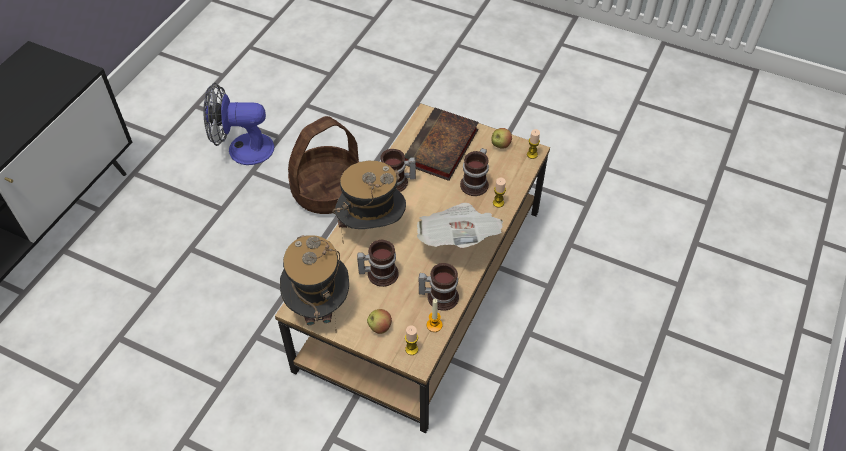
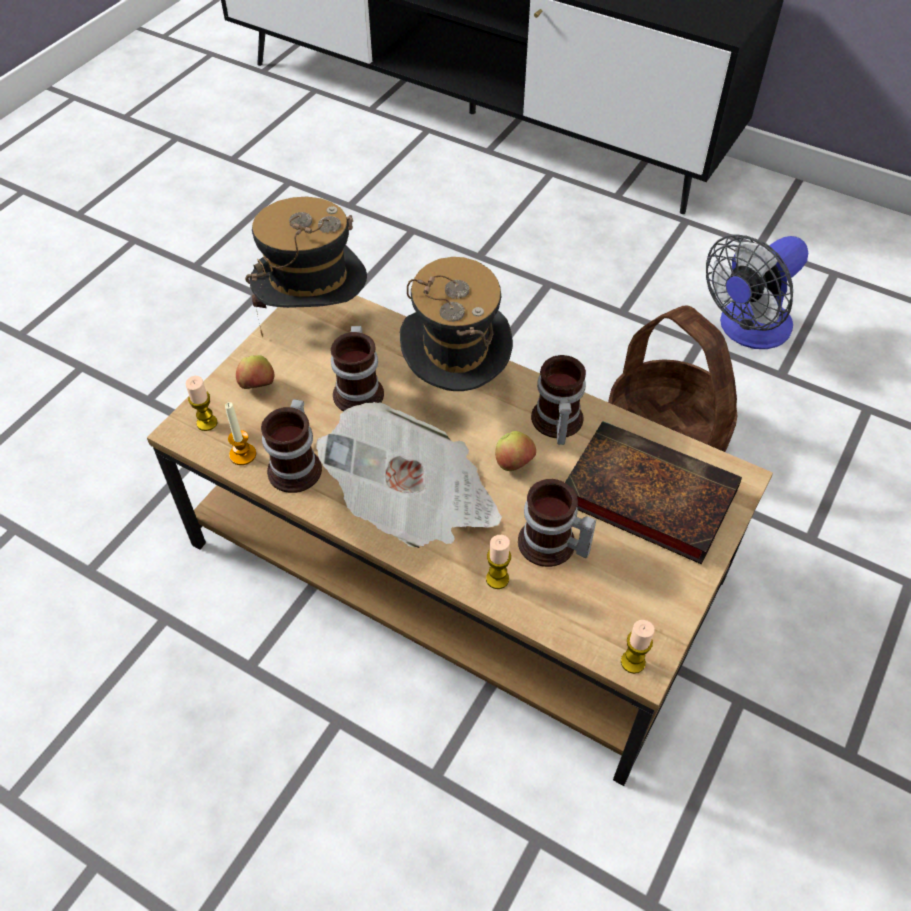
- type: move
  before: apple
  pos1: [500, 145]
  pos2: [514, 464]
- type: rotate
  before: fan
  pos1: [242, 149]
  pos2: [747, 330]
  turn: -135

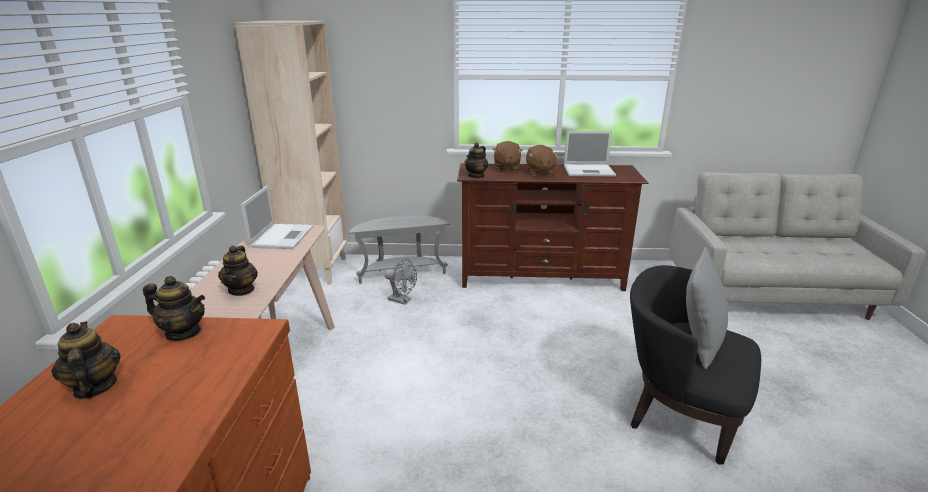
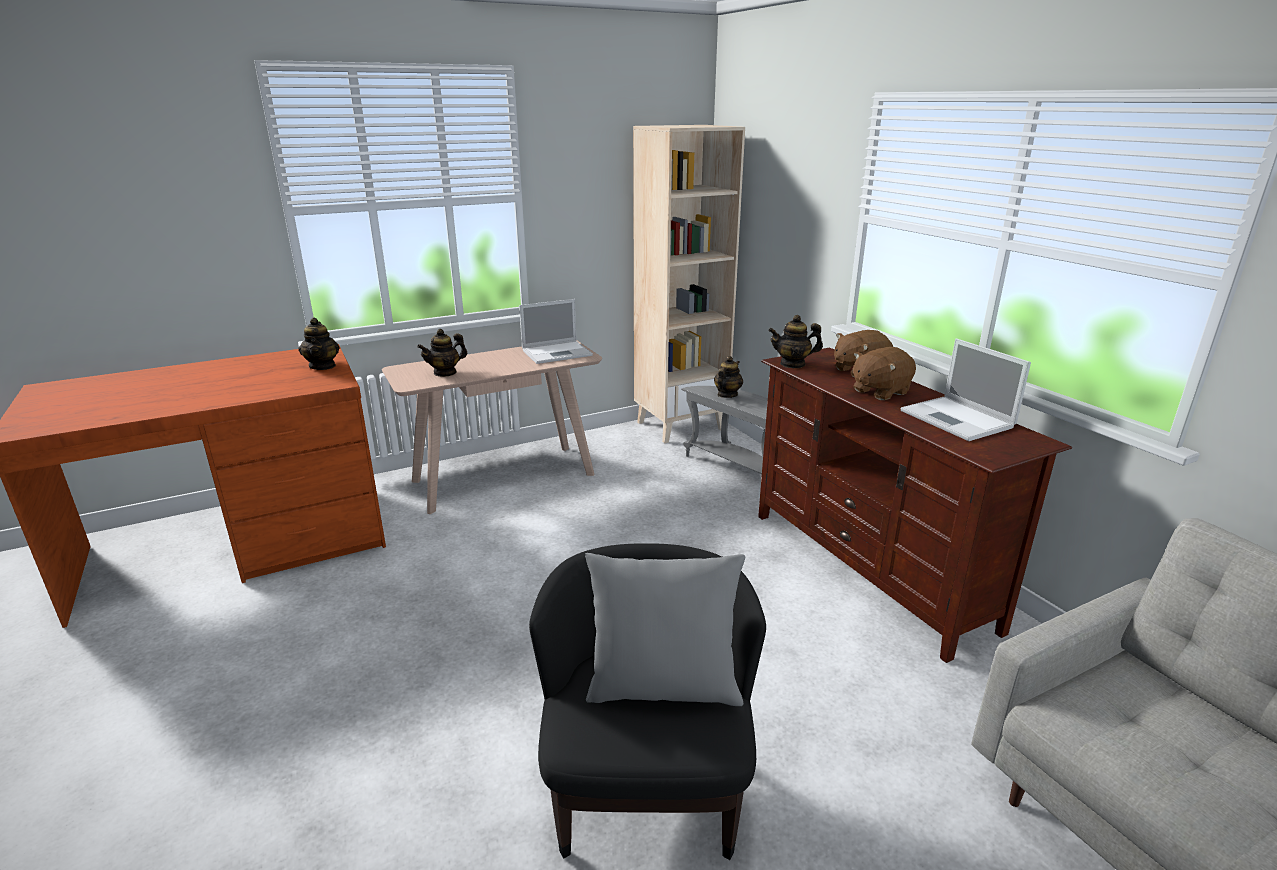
- type: move
  before: teapot
  pos1: [94, 387]
  pos2: [727, 395]
- type: delete
  before: grey fan
  pos1: [402, 300]

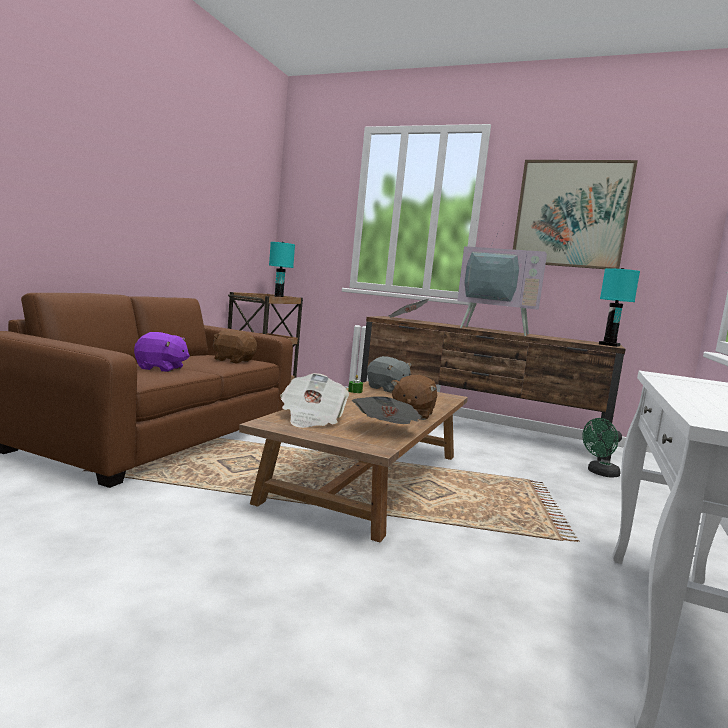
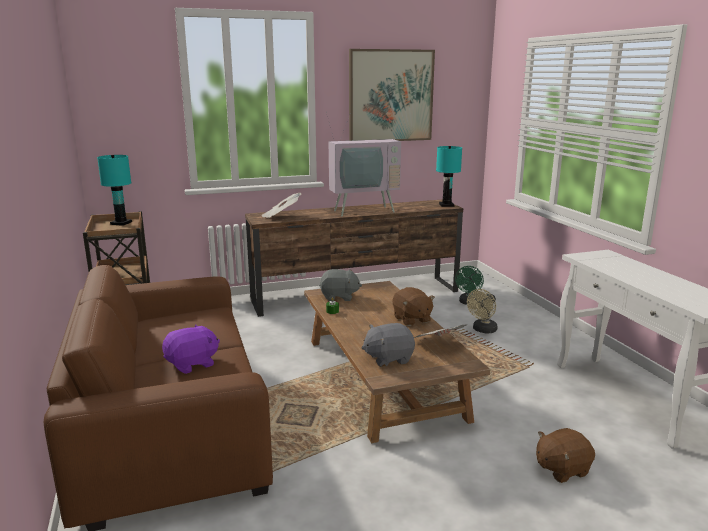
- type: replace
  before: newspaper
  after: grey plush toy
  pos1: [311, 419]
  pos2: [388, 358]
- type: insert
  after: beige fan
  pos2: [483, 330]
- type: move
  before: brown plush toy
  pos1: [233, 360]
  pos2: [561, 469]

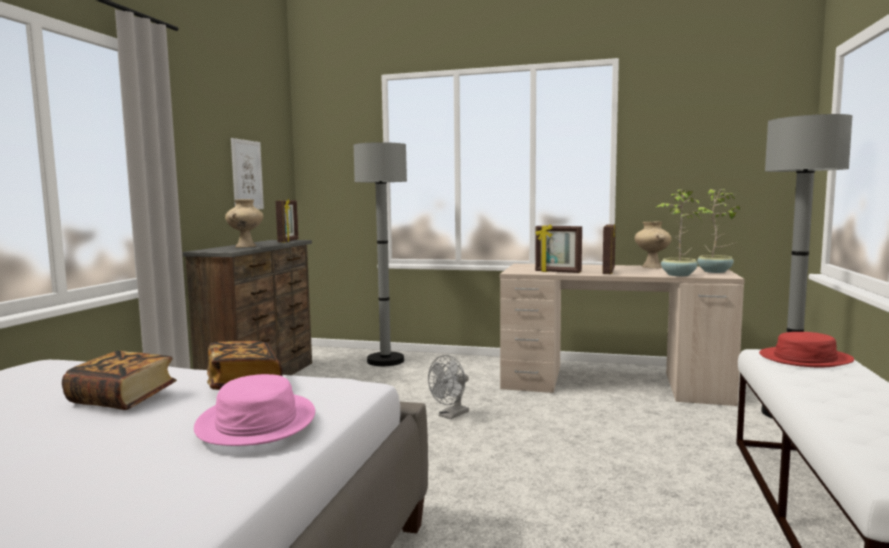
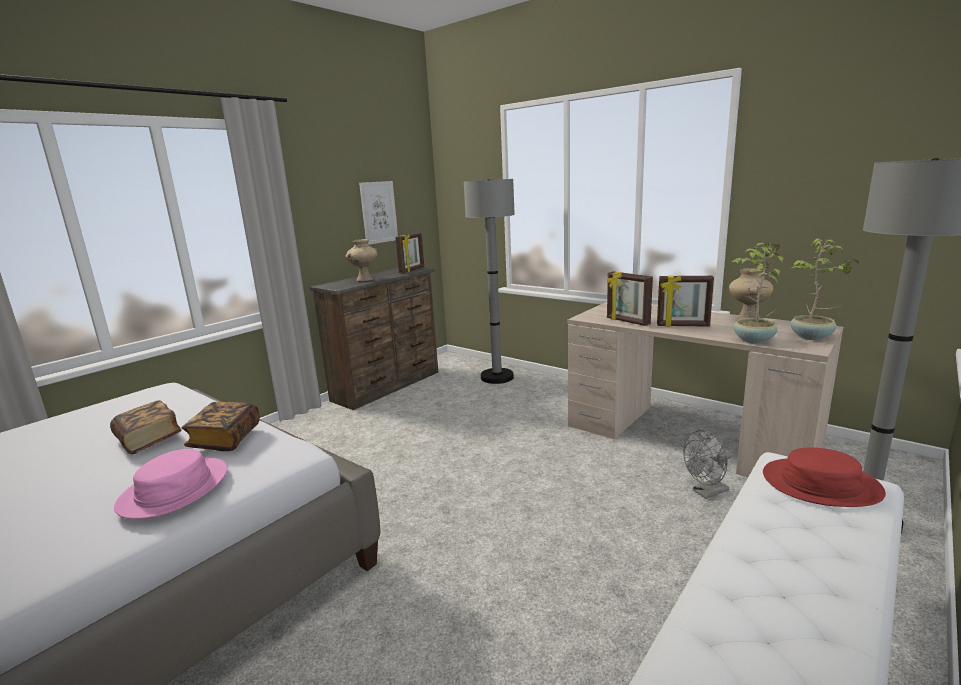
- type: rotate
  before: picture frame
  pos1: [609, 272]
  pos2: [683, 326]
  turn: 60
- type: move
  before: grey fan
  pos1: [451, 415]
  pos2: [706, 493]

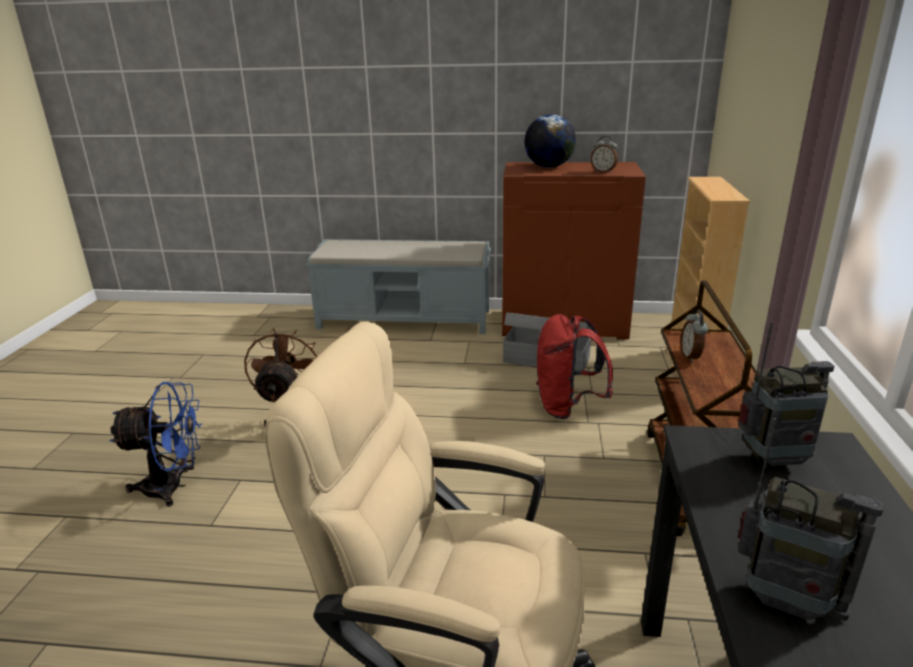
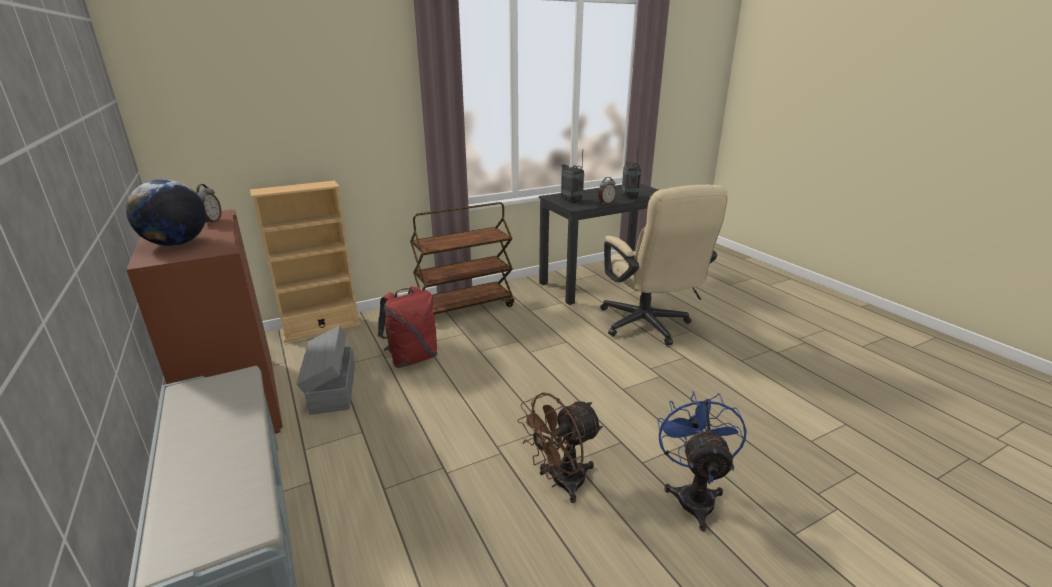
- type: move
  before: alarm clock
  pos1: [691, 357]
  pos2: [606, 203]
- type: rotate
  before: blue fan
  pos1: [173, 487]
  pos2: [693, 495]
  turn: 45

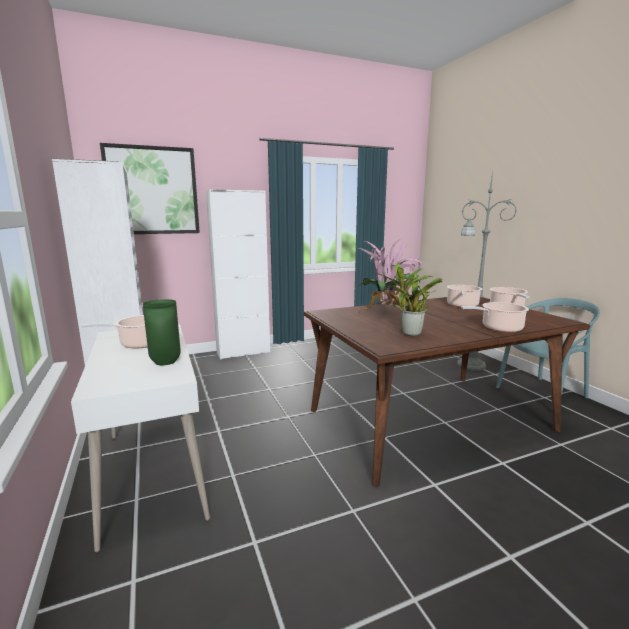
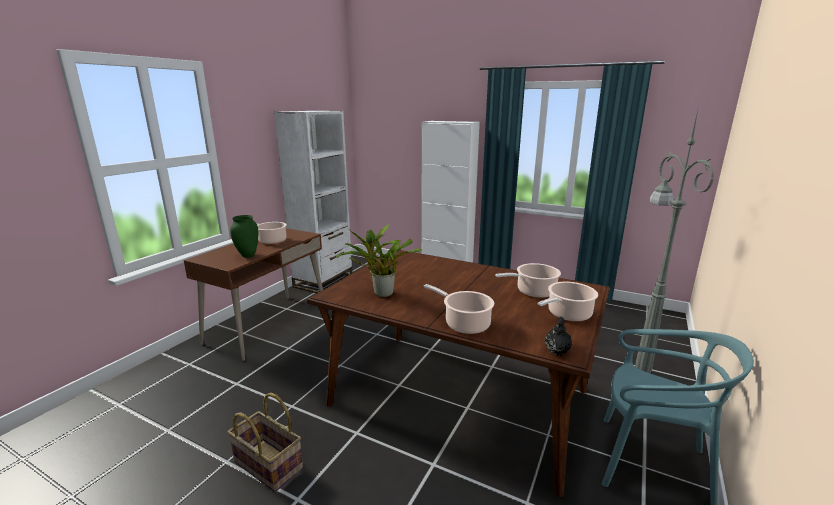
- type: recolor
  before: white desk
  after: brown desk
  pos1: [153, 473]
  pos2: [268, 325]
- type: insert
  after: basket
  pos2: [267, 465]
- type: insert
  after: black teapot
  pos2: [557, 351]
- type: delete
  before: picture
  pos1: [152, 191]
- type: delete
  before: potted plant
  pos1: [387, 312]

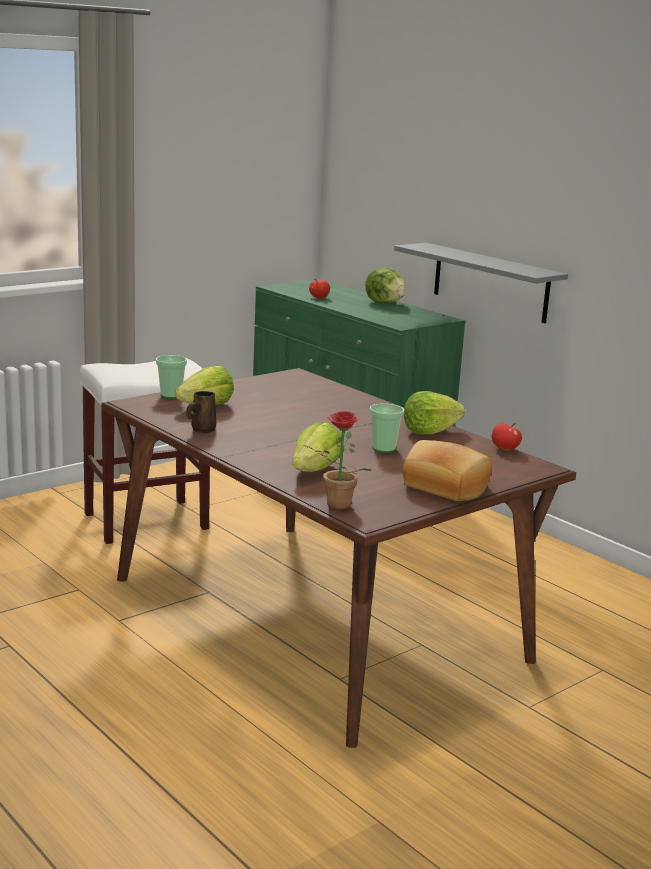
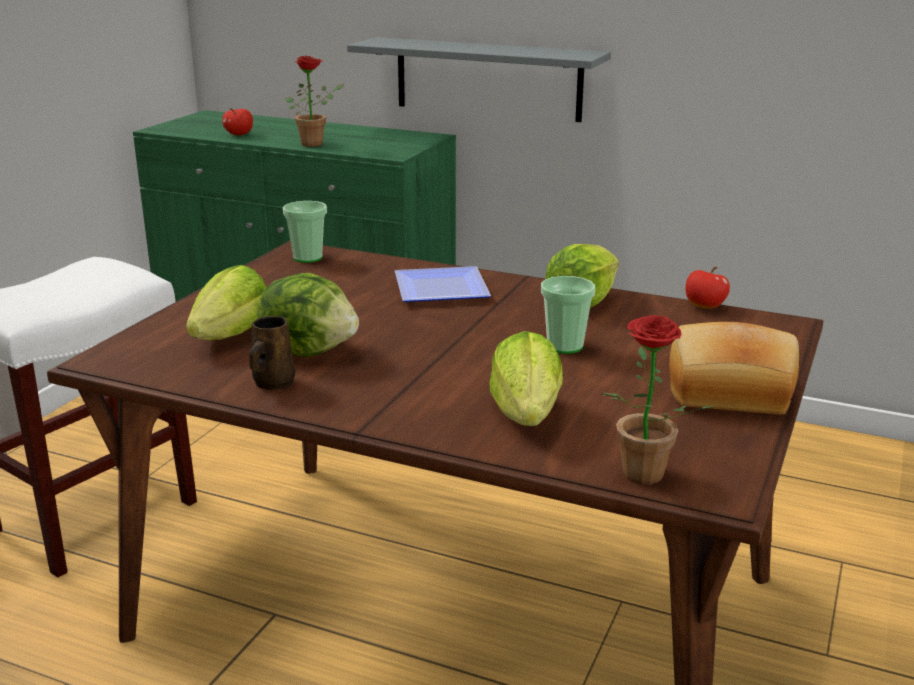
- type: move
  before: lettuce
  pos1: [385, 303]
  pos2: [310, 350]
- type: move
  before: cup
  pos1: [171, 395]
  pos2: [307, 258]
- type: insert
  after: potted plant
  pos2: [316, 143]
- type: insert
  after: plate
  pos2: [444, 288]

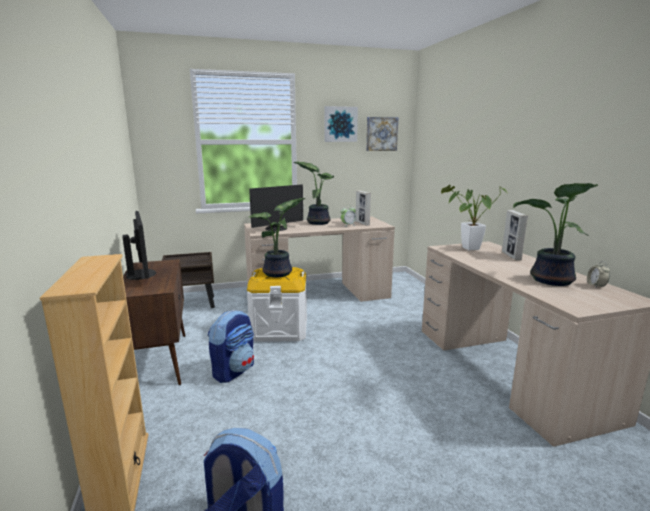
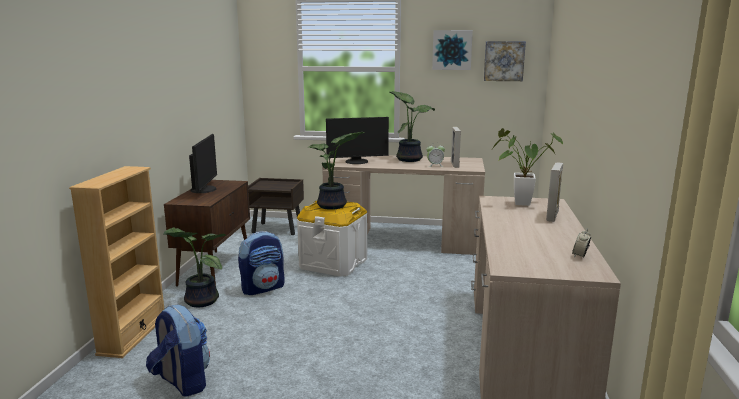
- type: move
  before: potted plant
  pos1: [550, 281]
  pos2: [199, 301]

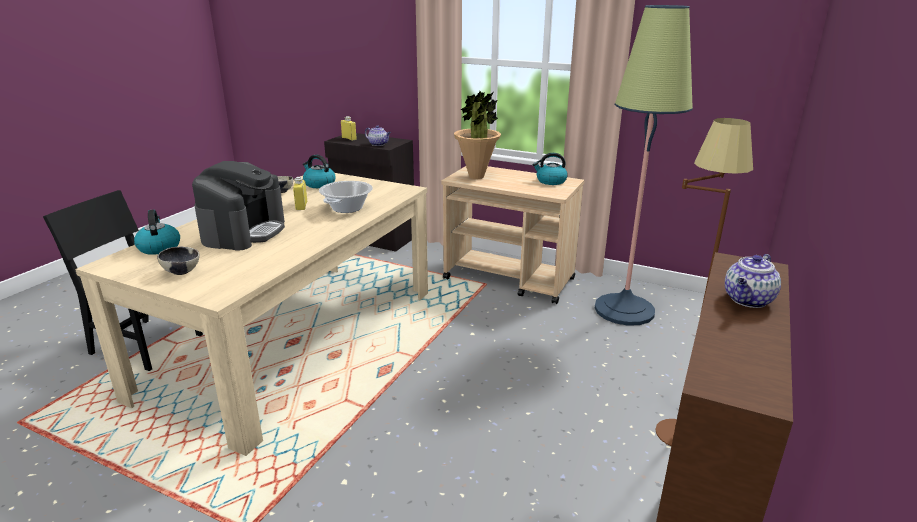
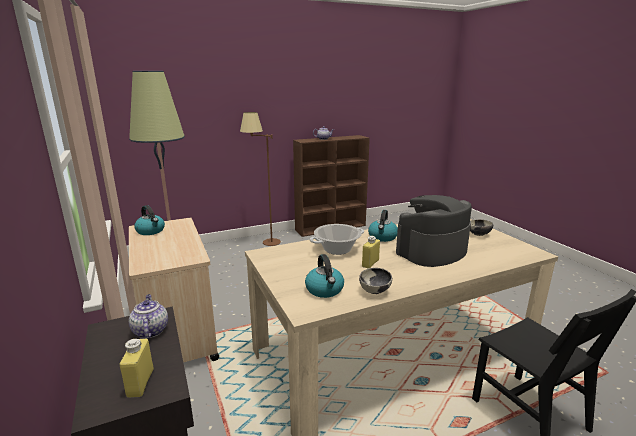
- type: move
  before: kettle
  pos1: [159, 247]
  pos2: [382, 237]
- type: delete
  before: potted plant
  pos1: [476, 176]

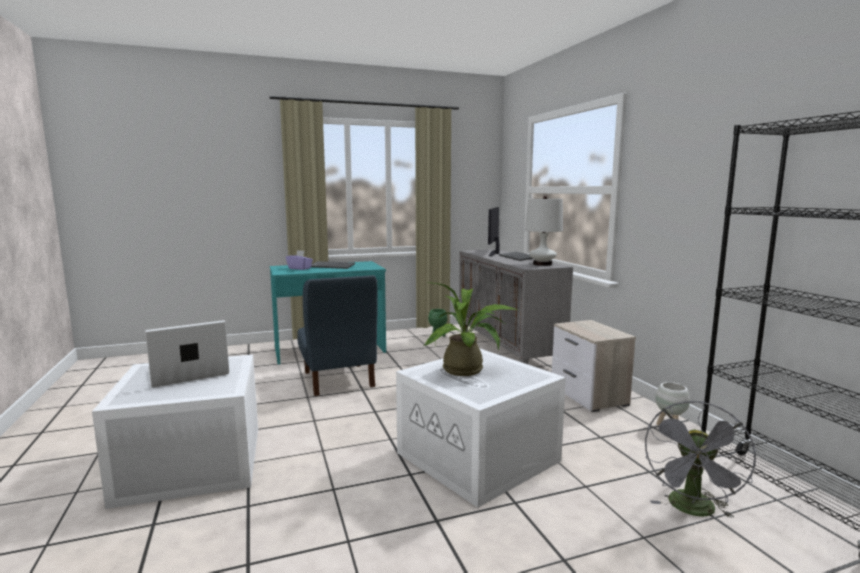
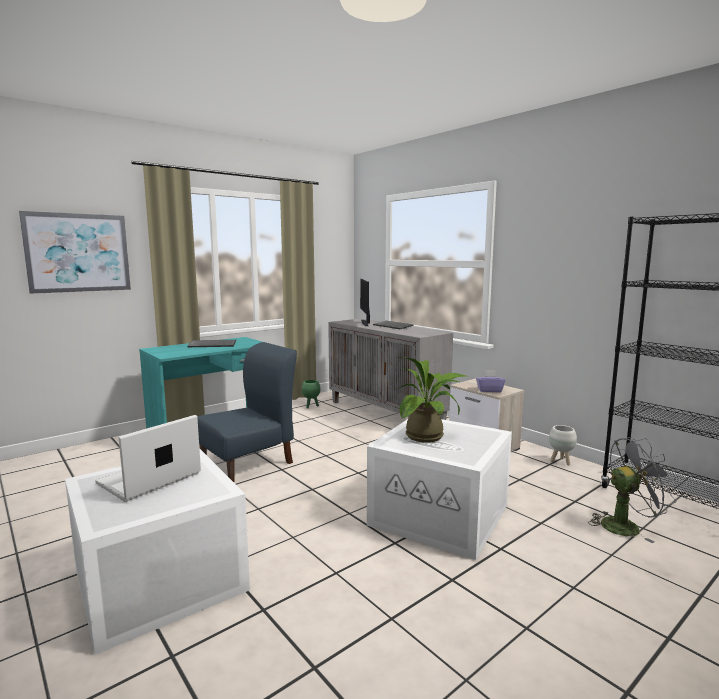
- type: insert
  after: picture
  pos2: [78, 253]
- type: rotate
  before: blue chair
  pos1: [338, 379]
  pos2: [248, 462]
  turn: -90
- type: move
  before: purple tissue box
  pos1: [300, 268]
  pos2: [489, 390]
- type: rotate
  before: grey fan
  pos1: [693, 510]
  pos2: [626, 526]
  turn: -105
- type: delete
  before: white table lamp
  pos1: [542, 264]

